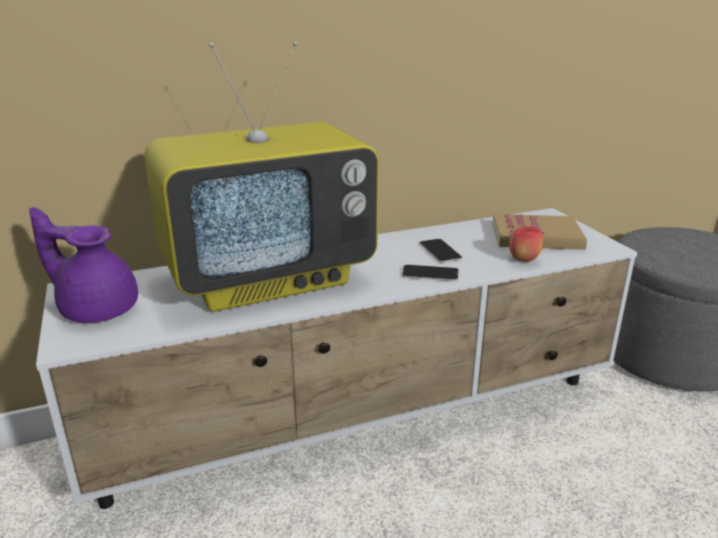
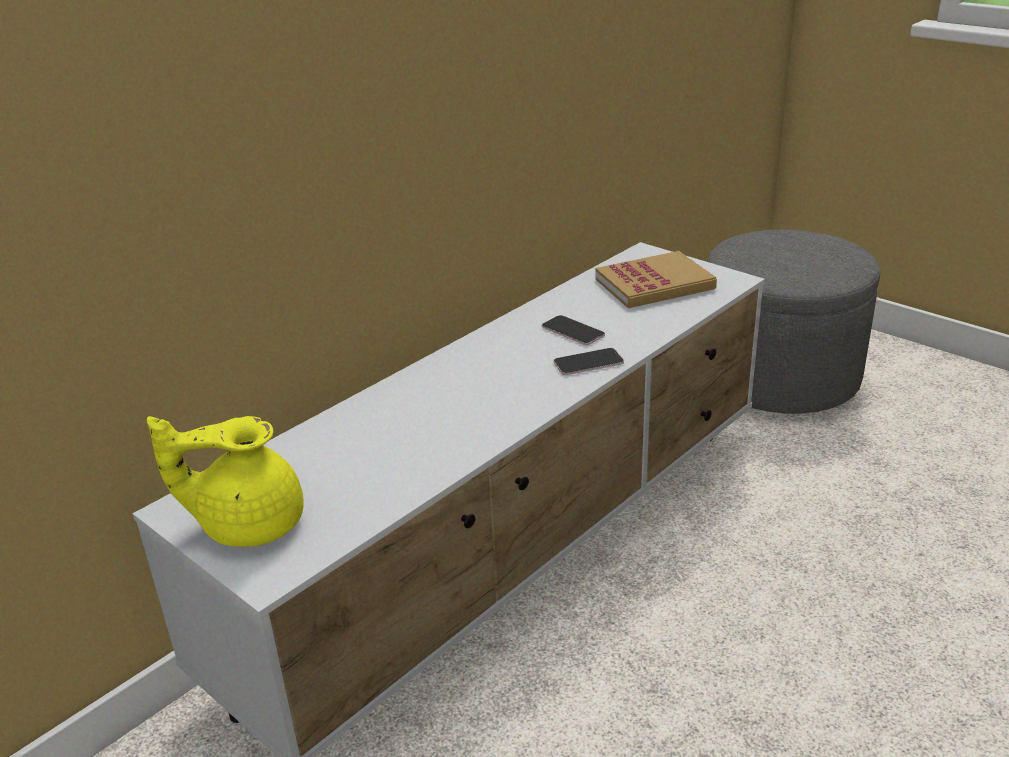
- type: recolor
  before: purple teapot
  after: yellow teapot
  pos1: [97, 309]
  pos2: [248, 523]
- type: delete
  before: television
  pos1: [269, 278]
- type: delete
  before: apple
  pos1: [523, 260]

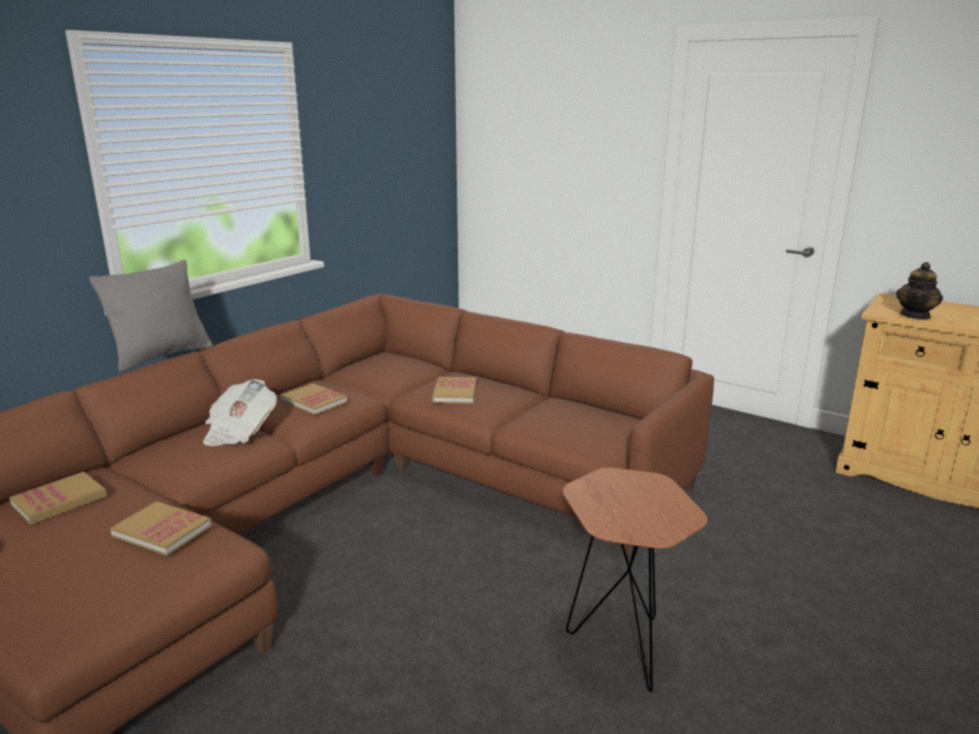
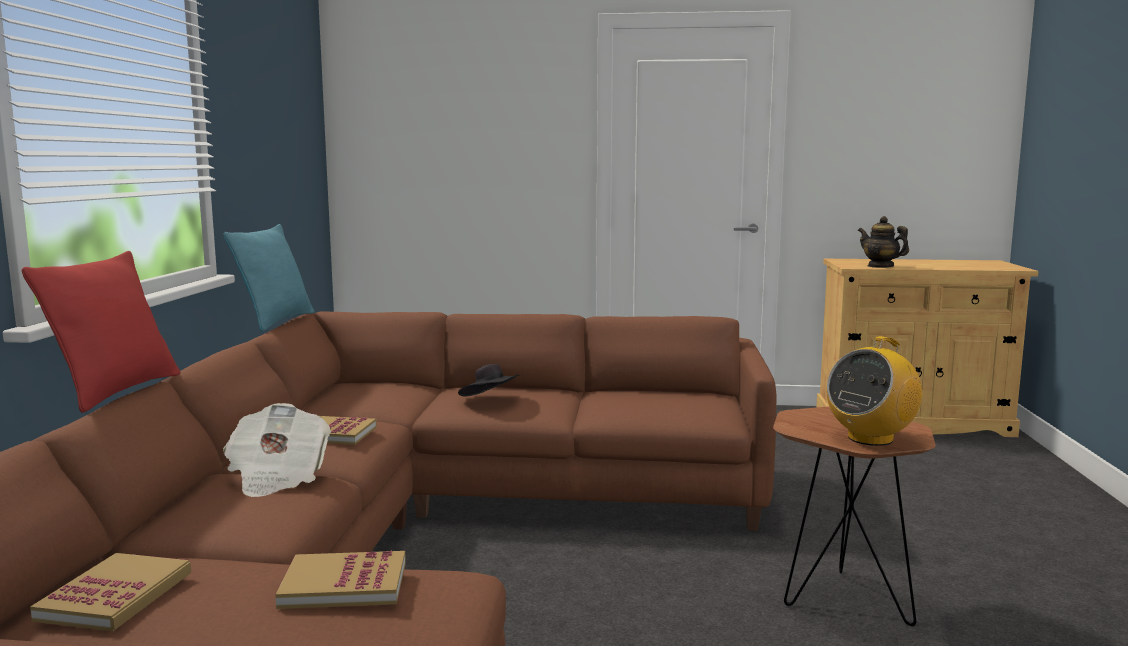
- type: recolor
  before: grey pillow
  after: red pillow
  pos1: [161, 356]
  pos2: [117, 391]
- type: insert
  after: turquoise pillow
  pos2: [276, 321]
- type: replace
  before: book
  after: black hat
  pos1: [455, 392]
  pos2: [490, 400]
- type: insert
  after: radio
  pos2: [870, 438]
- type: rotate
  before: teapot
  pos1: [915, 315]
  pos2: [880, 266]
  turn: 135

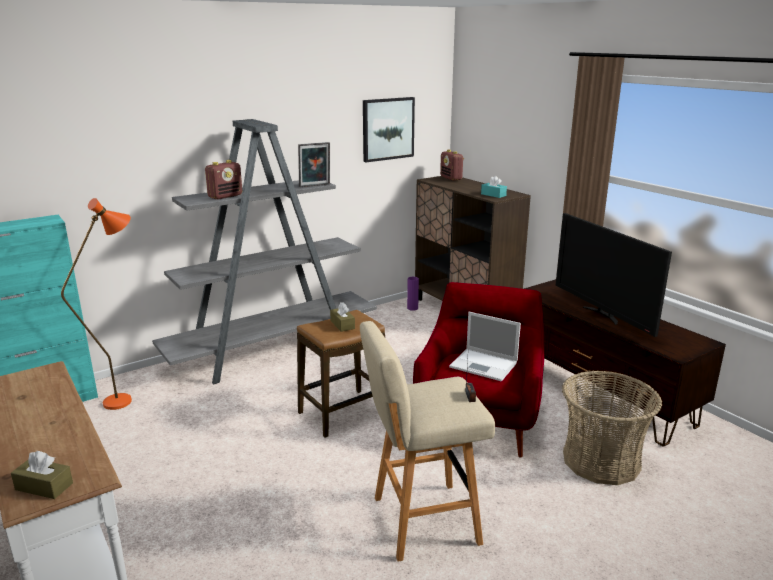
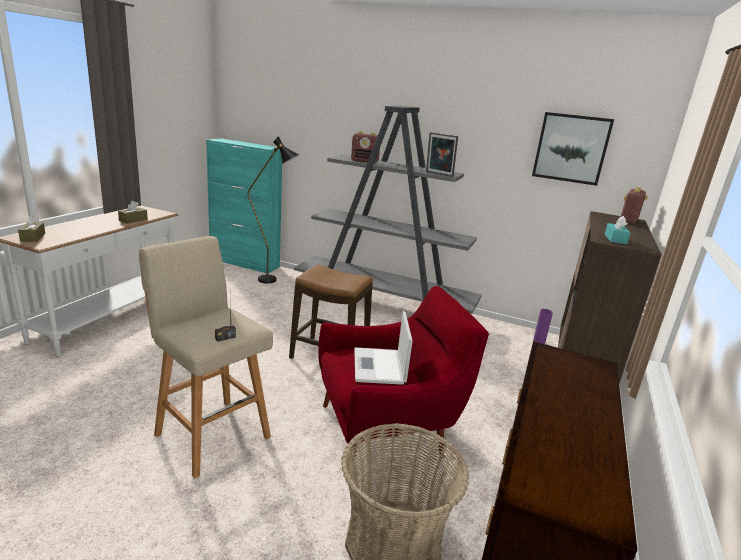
- type: move
  before: brown tissue box
  pos1: [342, 325]
  pos2: [133, 220]
- type: recolor
  before: orange floor lamp
  after: black floor lamp
  pos1: [127, 398]
  pos2: [274, 280]
- type: delete
  before: television
  pos1: [603, 315]

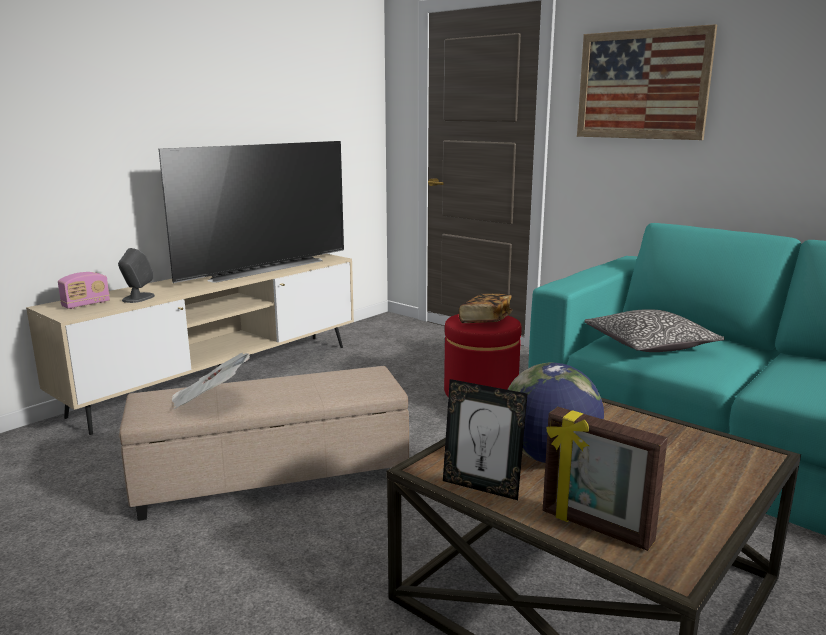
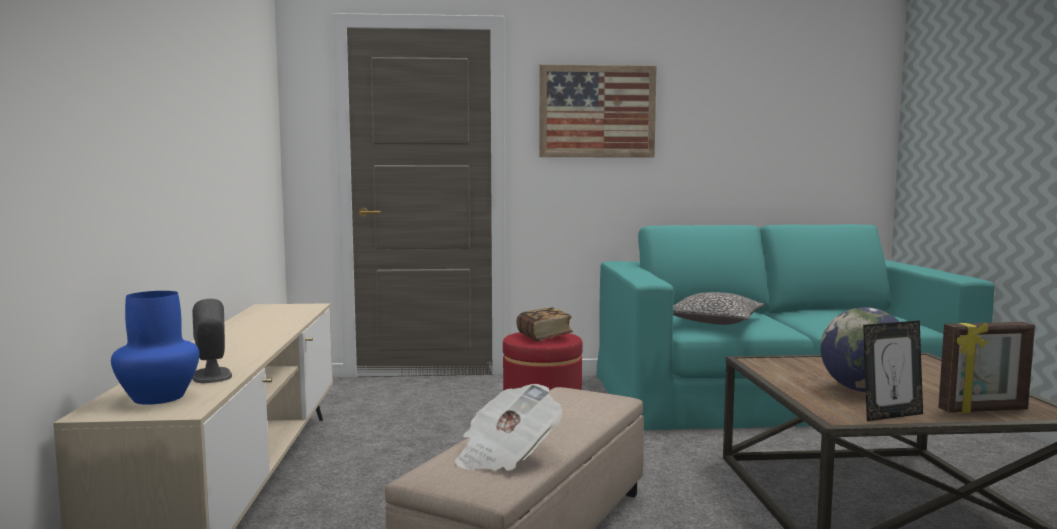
- type: replace
  before: radio
  after: blue vase
  pos1: [86, 304]
  pos2: [157, 397]
- type: delete
  before: television
  pos1: [262, 268]

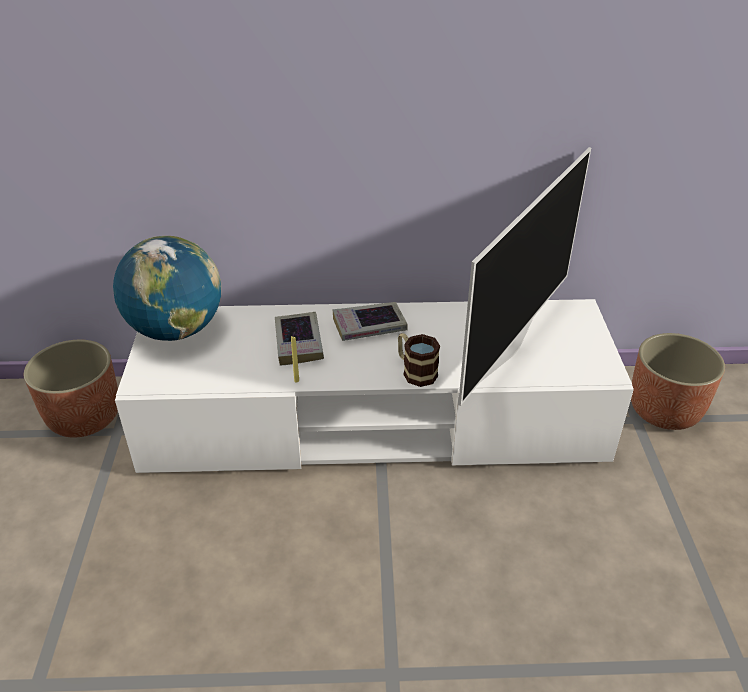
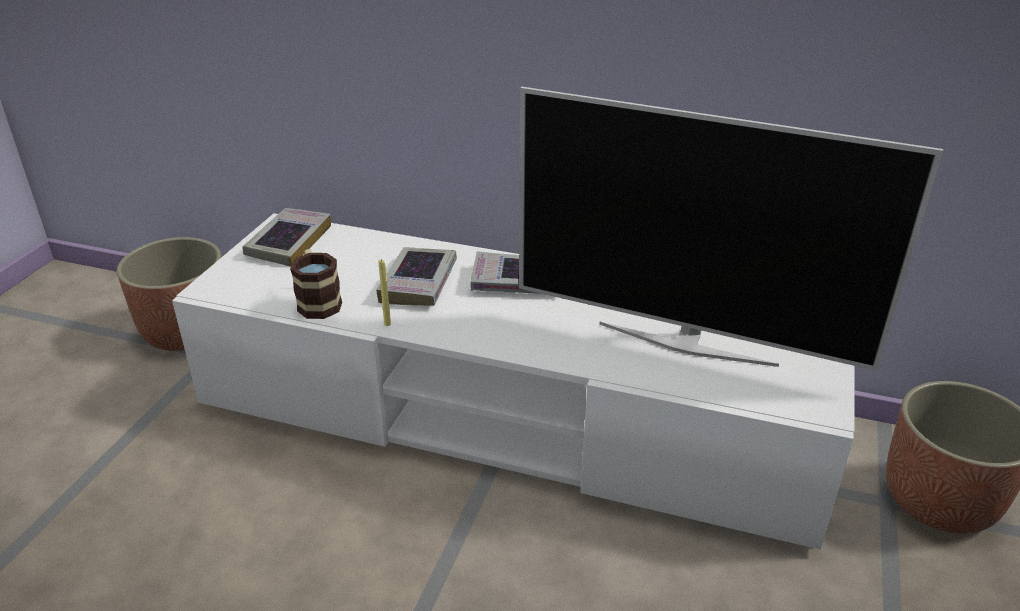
- type: replace
  before: globe
  after: book
  pos1: [176, 330]
  pos2: [289, 242]
- type: move
  before: mug
  pos1: [415, 371]
  pos2: [318, 301]
- type: rotate
  before: television
  pos1: [505, 347]
  pos2: [686, 343]
  turn: 60

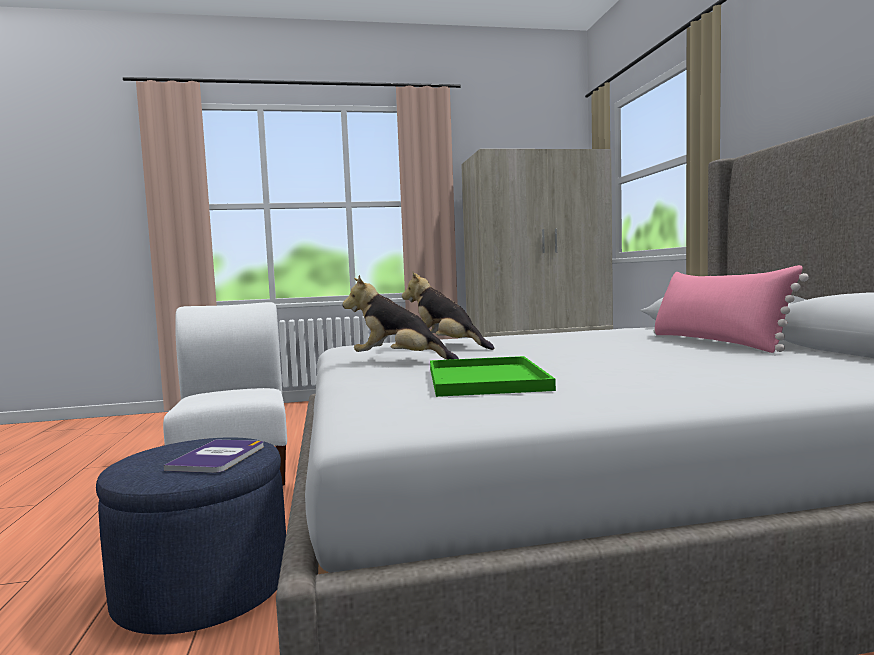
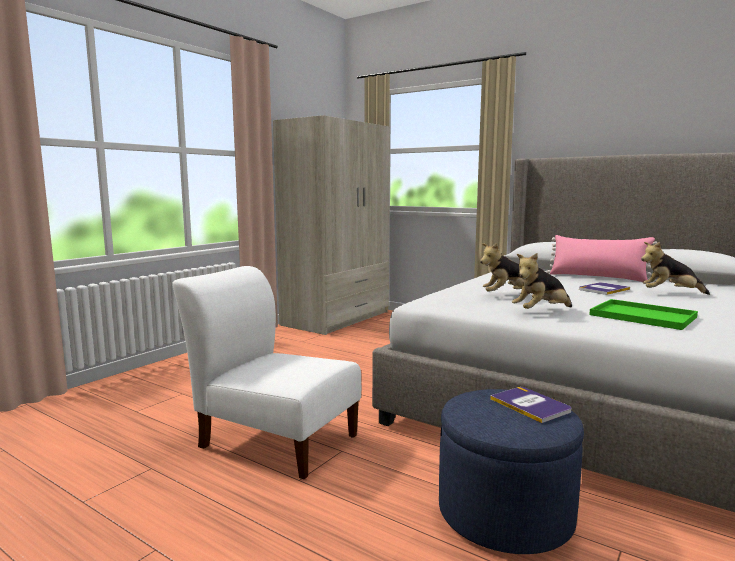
- type: insert
  after: book
  pos2: [603, 289]
- type: insert
  after: plush toy
  pos2: [670, 293]

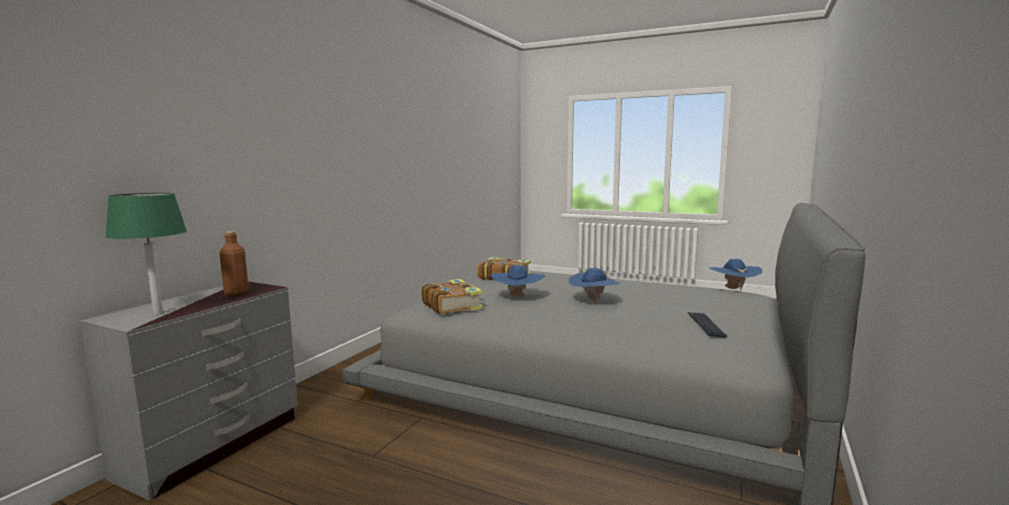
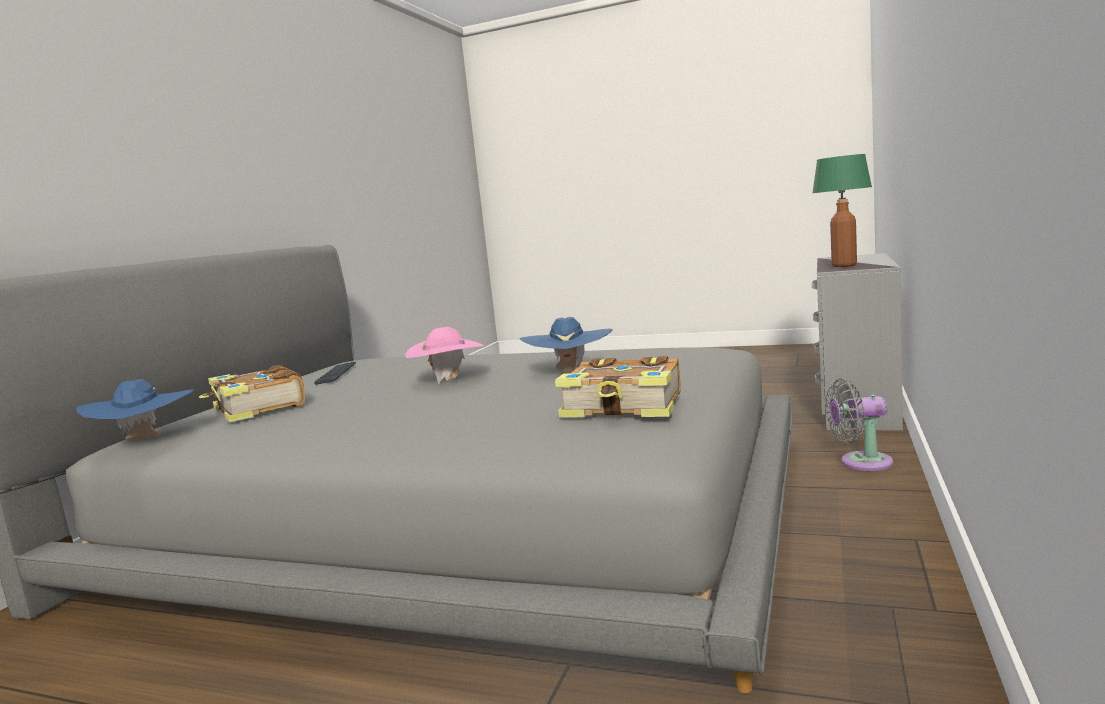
- type: move
  before: book
  pos1: [452, 306]
  pos2: [257, 408]
- type: recolor
  before: blue hat
  after: pink hat
  pos1: [593, 302]
  pos2: [449, 380]
- type: insert
  after: grey fan
  pos2: [860, 463]

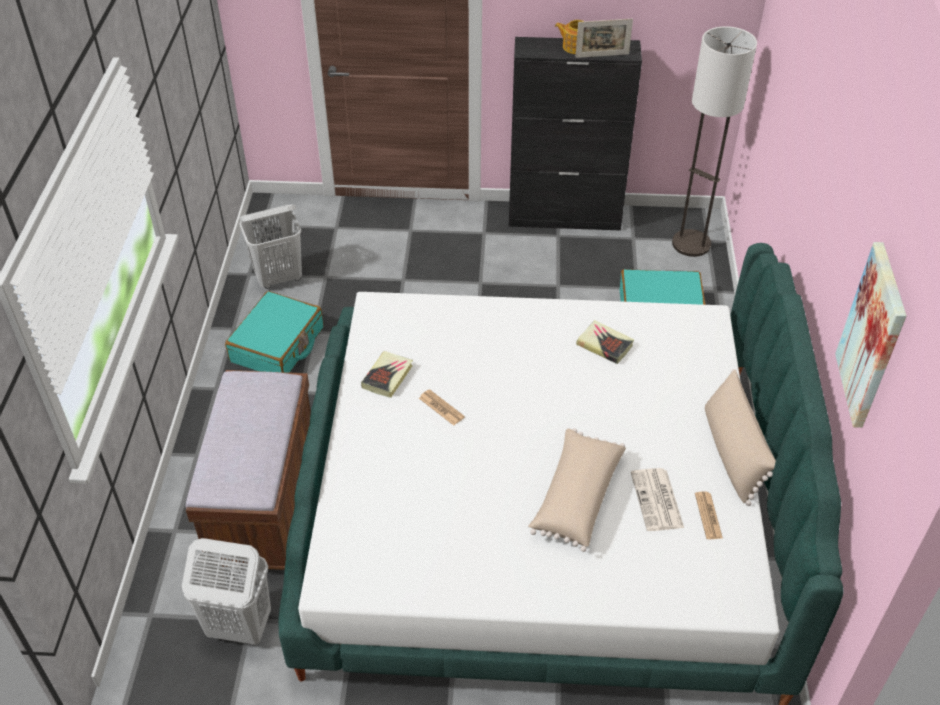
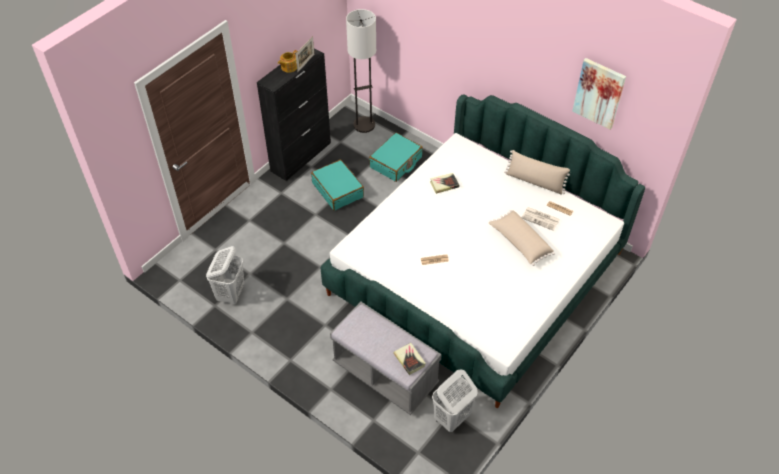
- type: move
  before: turquoise suitcase
  pos1: [278, 345]
  pos2: [338, 190]
- type: recolor
  before: brown bench
  after: grey bench
  pos1: [264, 502]
  pos2: [385, 374]
- type: move
  before: book
  pos1: [387, 377]
  pos2: [409, 360]

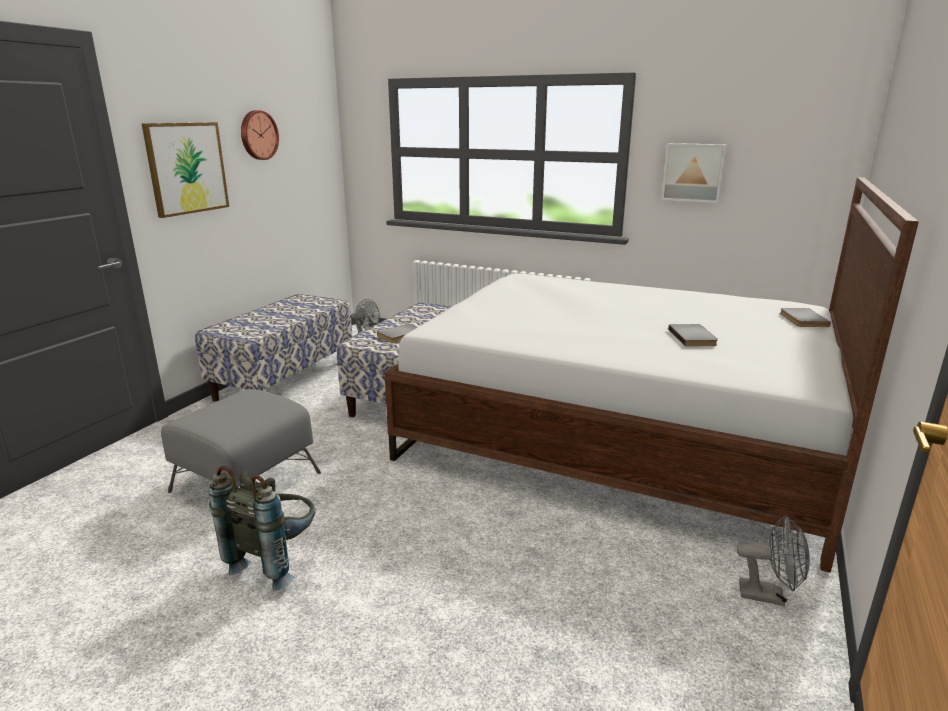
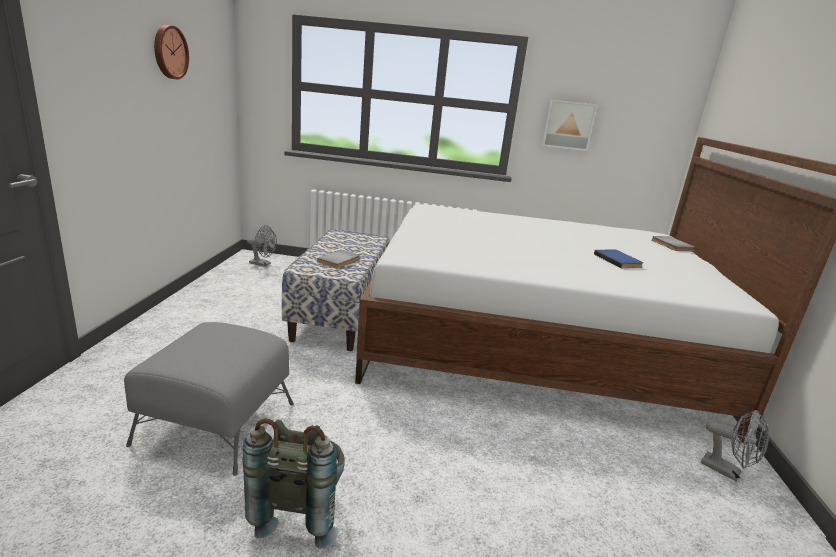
- type: recolor
  before: grey book
  after: blue book
  pos1: [694, 337]
  pos2: [618, 260]
- type: rotate
  before: grey fan
  pos1: [769, 595]
  pos2: [727, 471]
  turn: 45
- type: delete
  before: picture
  pos1: [186, 168]
- type: delete
  before: bench
  pos1: [285, 379]

